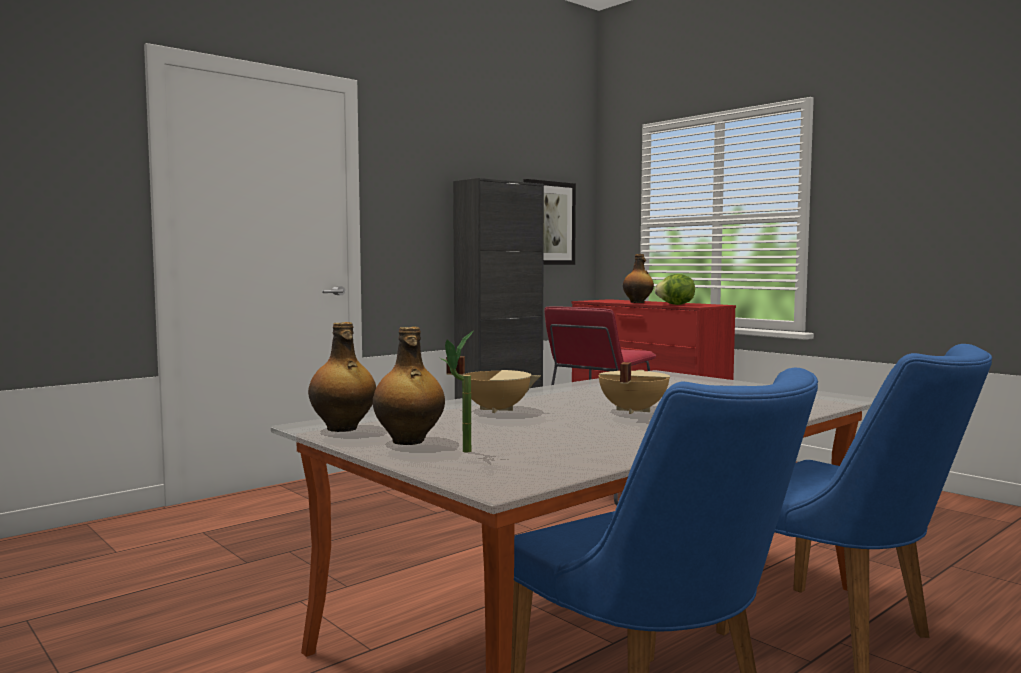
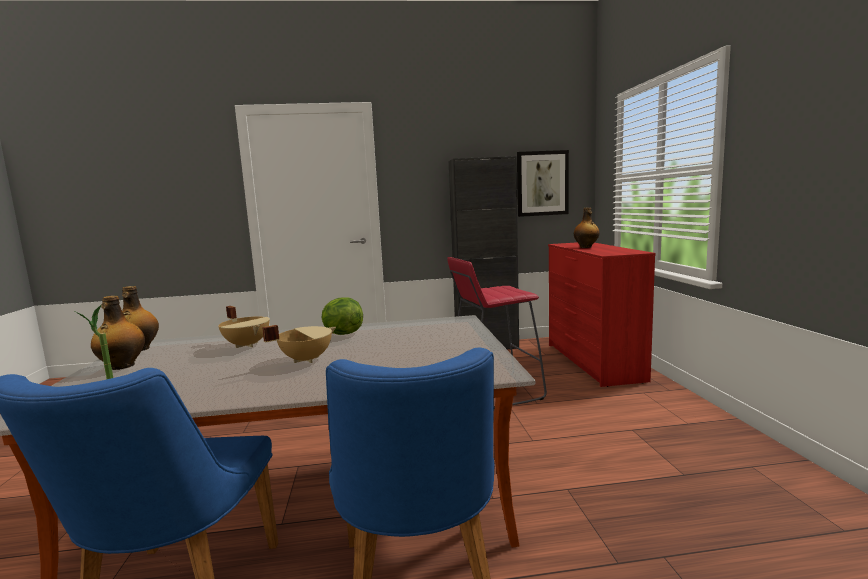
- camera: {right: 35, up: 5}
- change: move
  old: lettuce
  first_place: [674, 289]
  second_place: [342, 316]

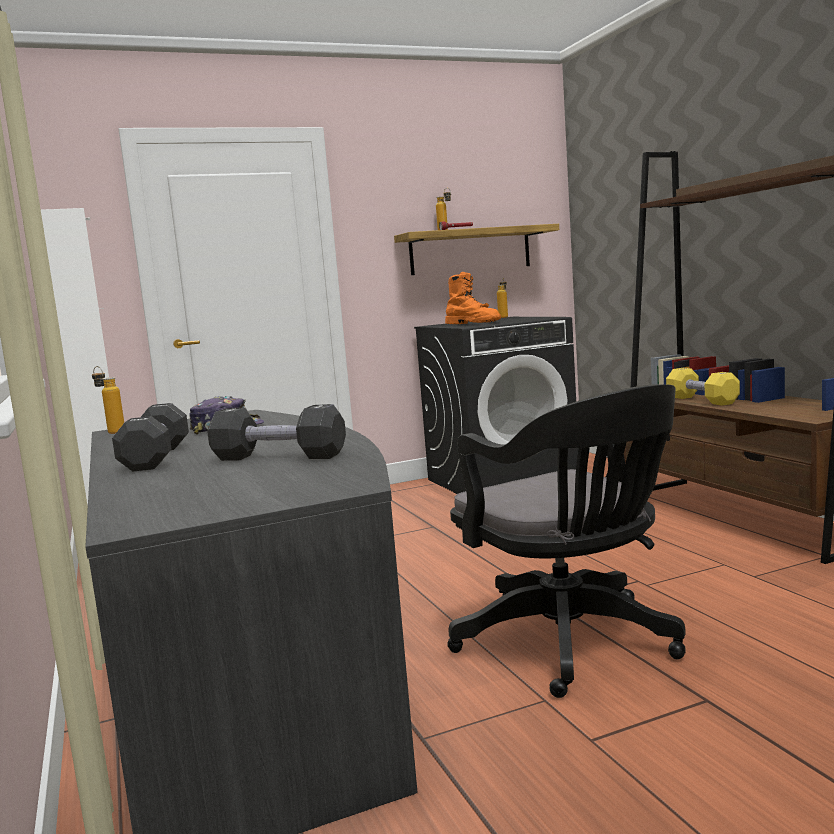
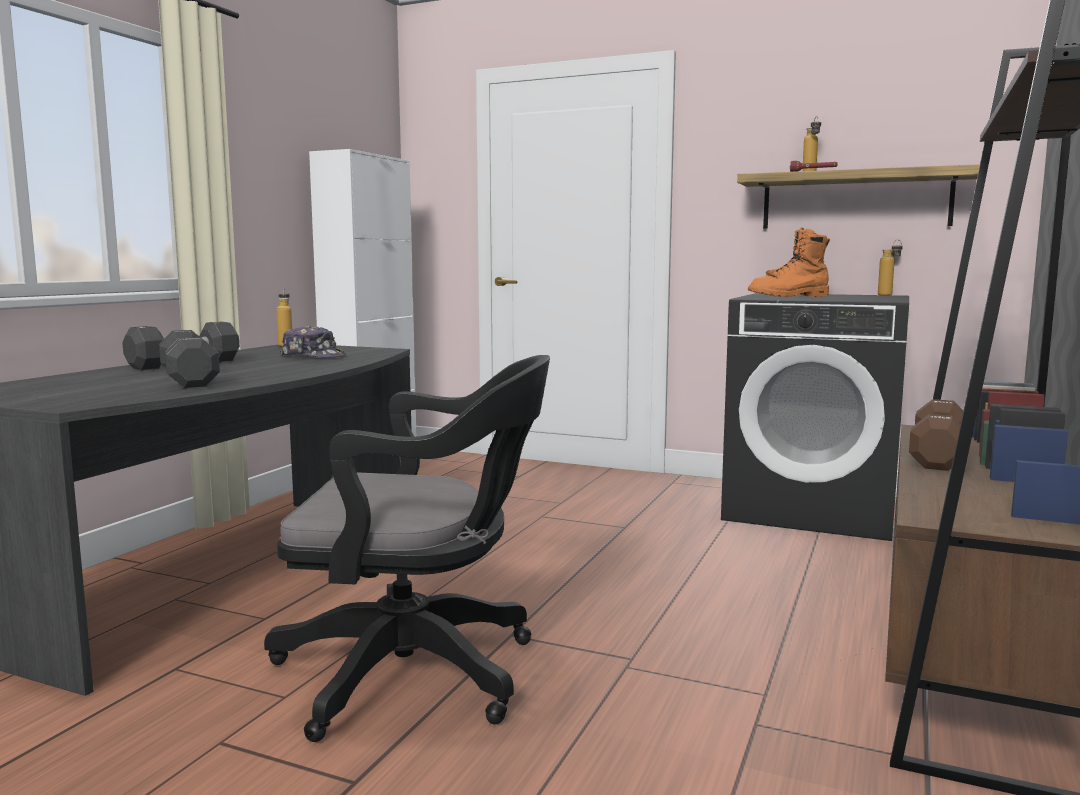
- camera: {right: 45, up: 0}
- change: rotate
  old: blackish office chair
  first_place: [566, 541]
  second_place: [407, 548]
  degrees: -105
- change: rotate
  old: orangey high-top boot
  first_place: [473, 298]
  second_place: [789, 262]
  degrees: 75
- change: recolor
  old: yellow-coloured free weight
  new: brown-coloured free weight
  first_place: [703, 387]
  second_place: [936, 435]

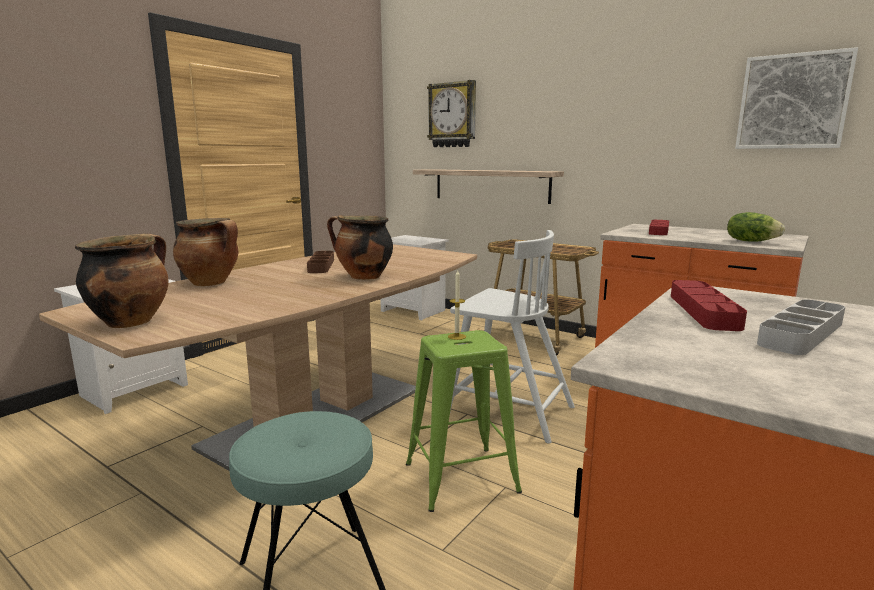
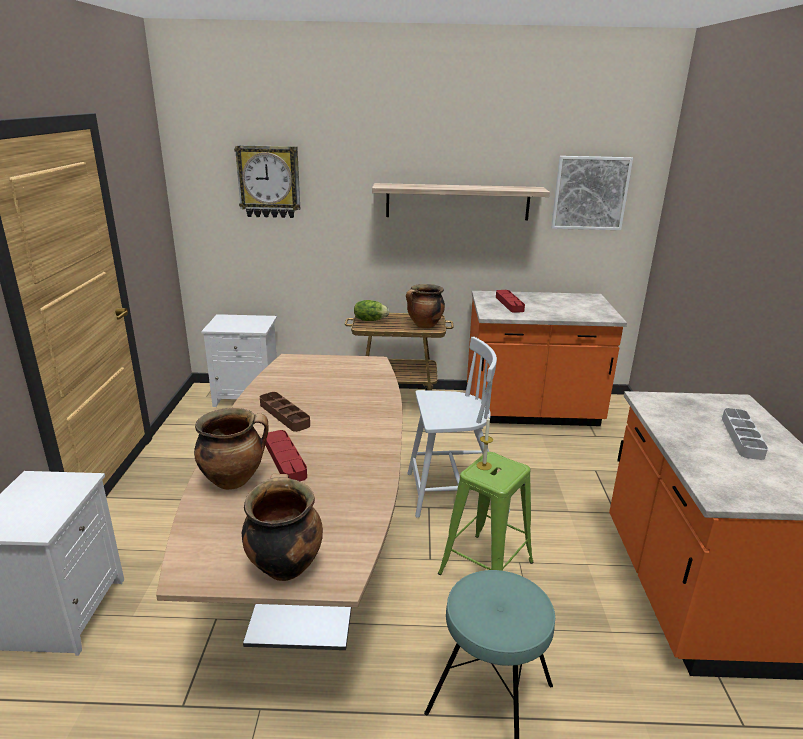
- camera: {right: -35, up: 10}
- change: move
  old: red serving tray
  first_place: [709, 305]
  second_place: [286, 455]
- change: move
  old: lettuce
  first_place: [756, 226]
  second_place: [371, 310]
- change: move
  old: shelf
  first_place: [488, 186]
  second_place: [461, 201]
- change: move
  old: saucepot
  first_place: [360, 247]
  second_place: [425, 306]

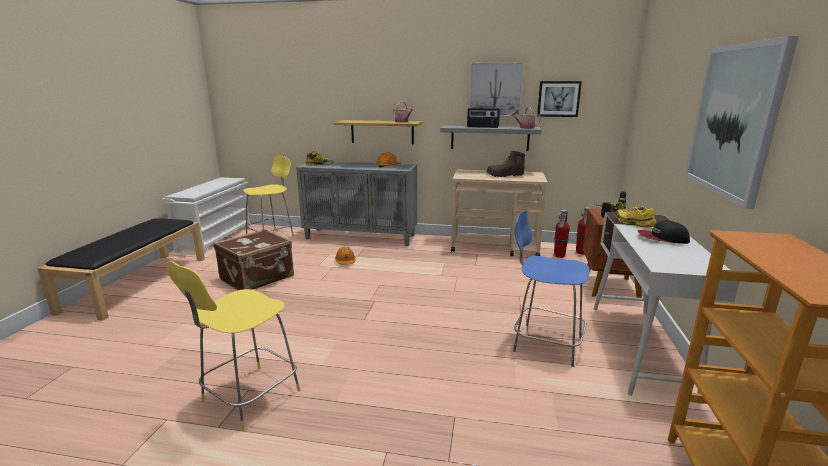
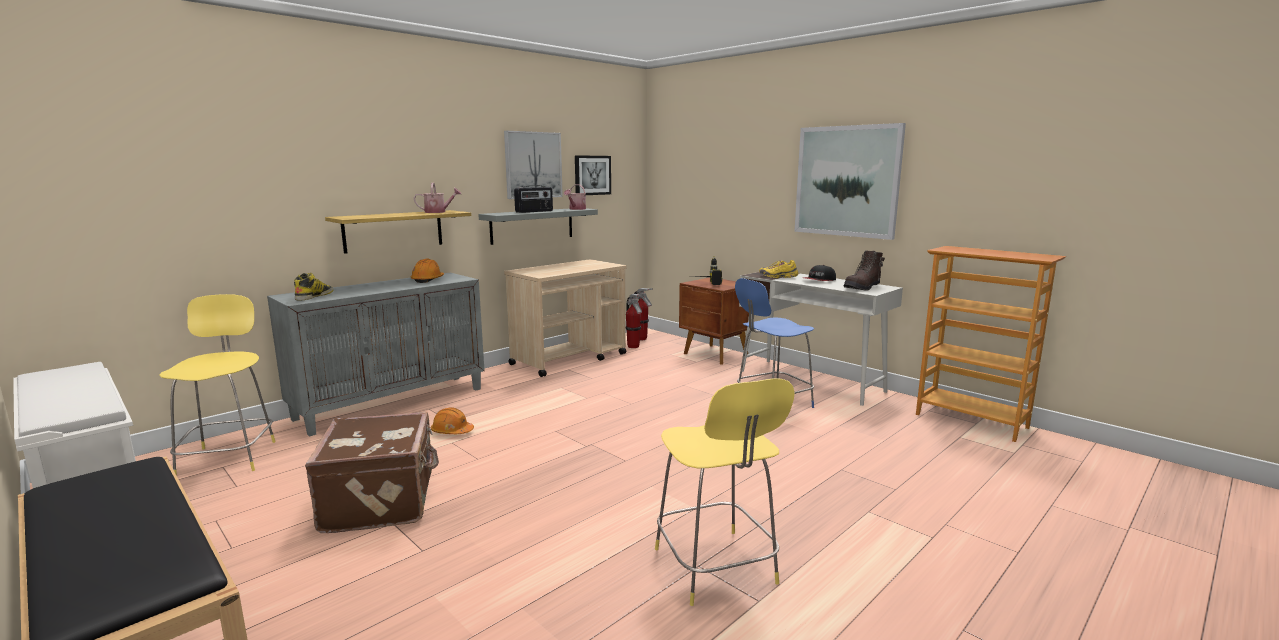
- camera: {right: -55, up: -5}
- change: move
  old: brown-coloured high-top boot
  first_place: [505, 164]
  second_place: [864, 270]

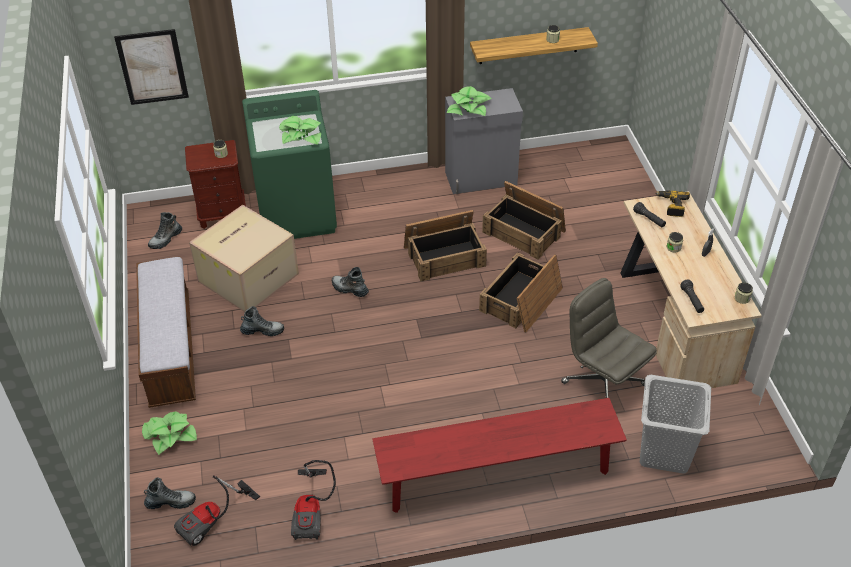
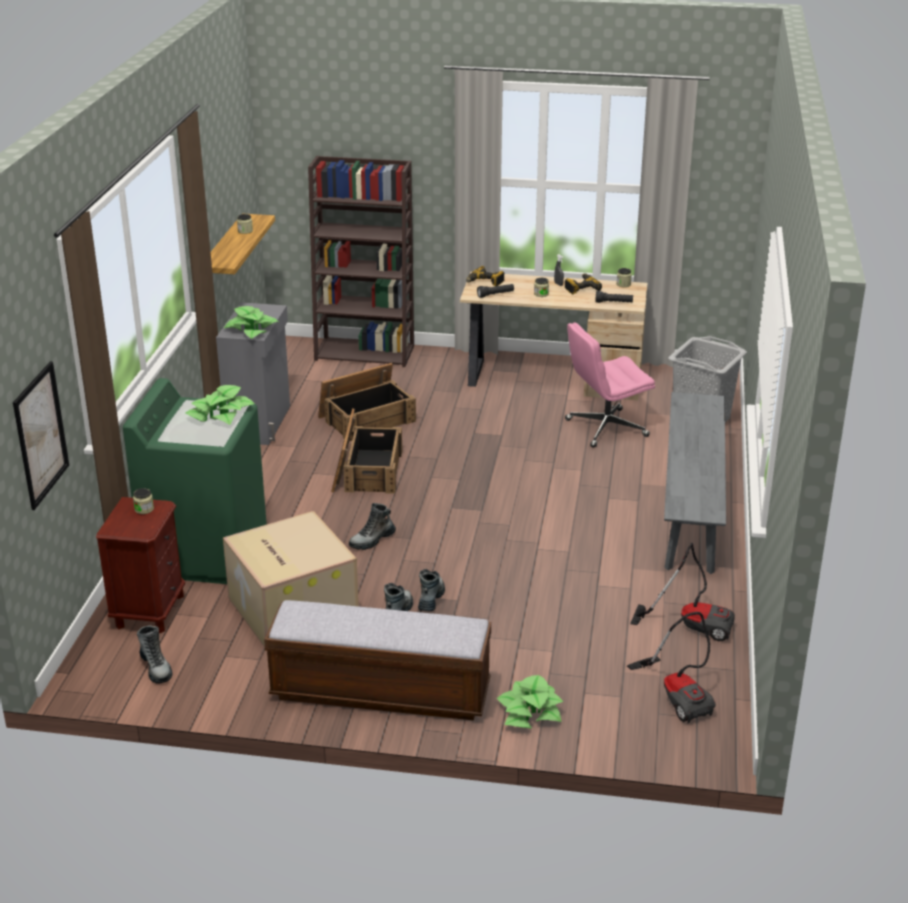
- camera: {right: -70, up: -15}
- change: insert
  new: brown-coloured bookshelf
  second_place: [361, 261]
- change: move
  old: high-top boot
  first_place: [170, 493]
  second_place: [431, 590]
- change: insert
  new: power drill
  second_place: [583, 284]
- change: recolor
  old: greyish office chair
  new: pinkish office chair
  first_place: [609, 338]
  second_place: [610, 385]
- change: recolor
  old: red long seat
  new: greyish long seat
  first_place: [499, 455]
  second_place: [695, 483]
- change: delete
  old: crate
  first_place: [521, 292]

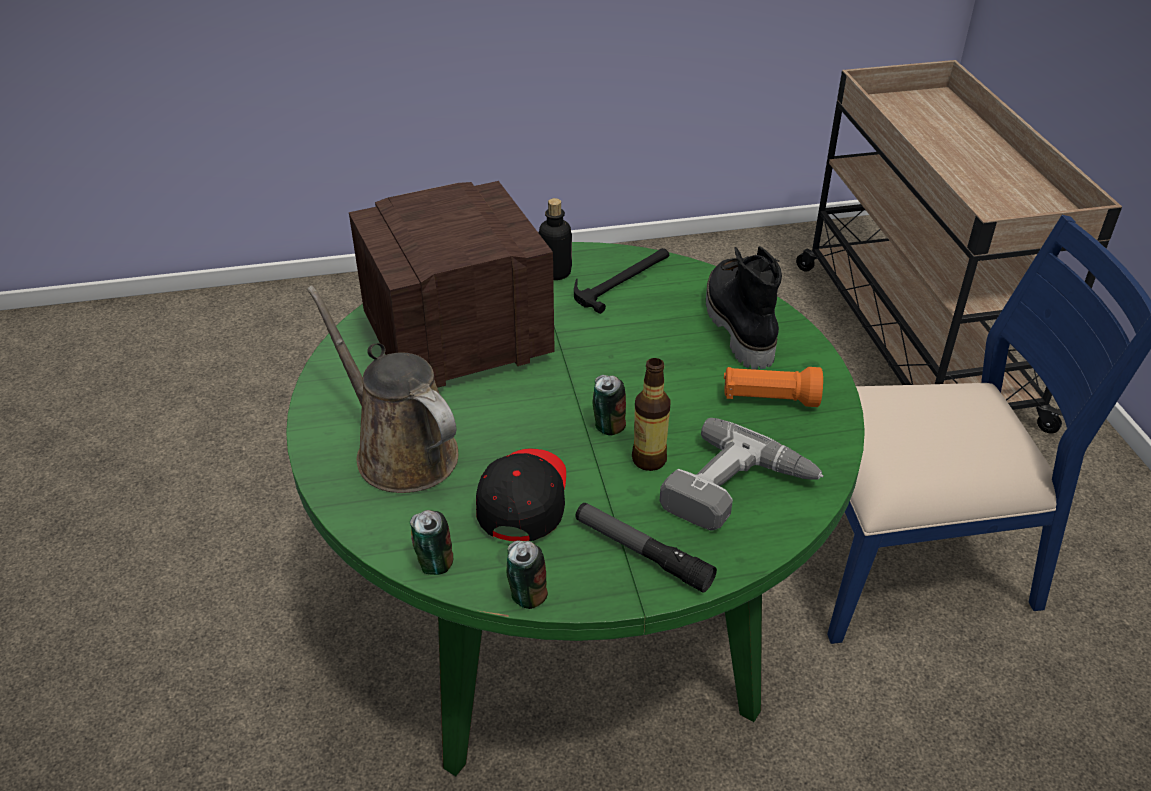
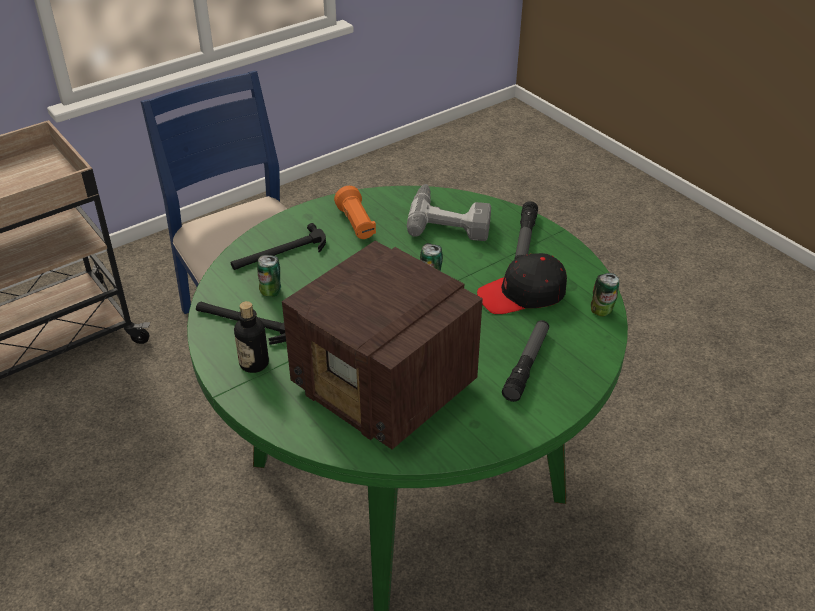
- camera: {right: -115, up: 0}
- change: replace
  old: blackish high-top boot
  new: hammer
  first_place: [744, 308]
  second_place: [278, 246]
- change: move
  old: metal can
  first_place: [527, 575]
  second_place: [269, 275]
- change: replace
  old: brown-coloured sprinkling can
  new: torch
  first_place: [382, 389]
  second_place: [525, 361]
- change: delete
  old: drink bottle
  first_place: [651, 414]

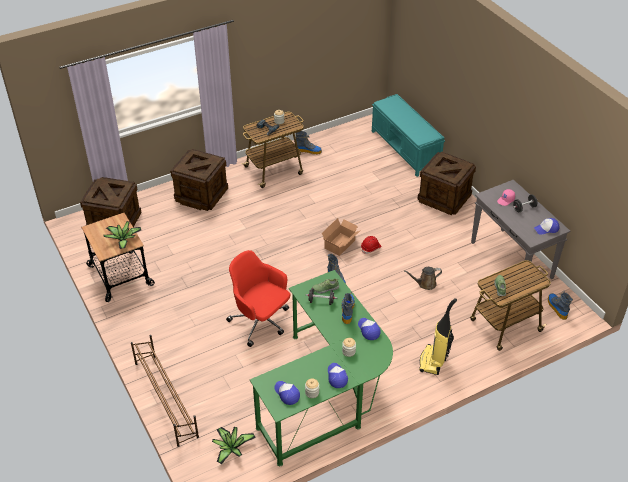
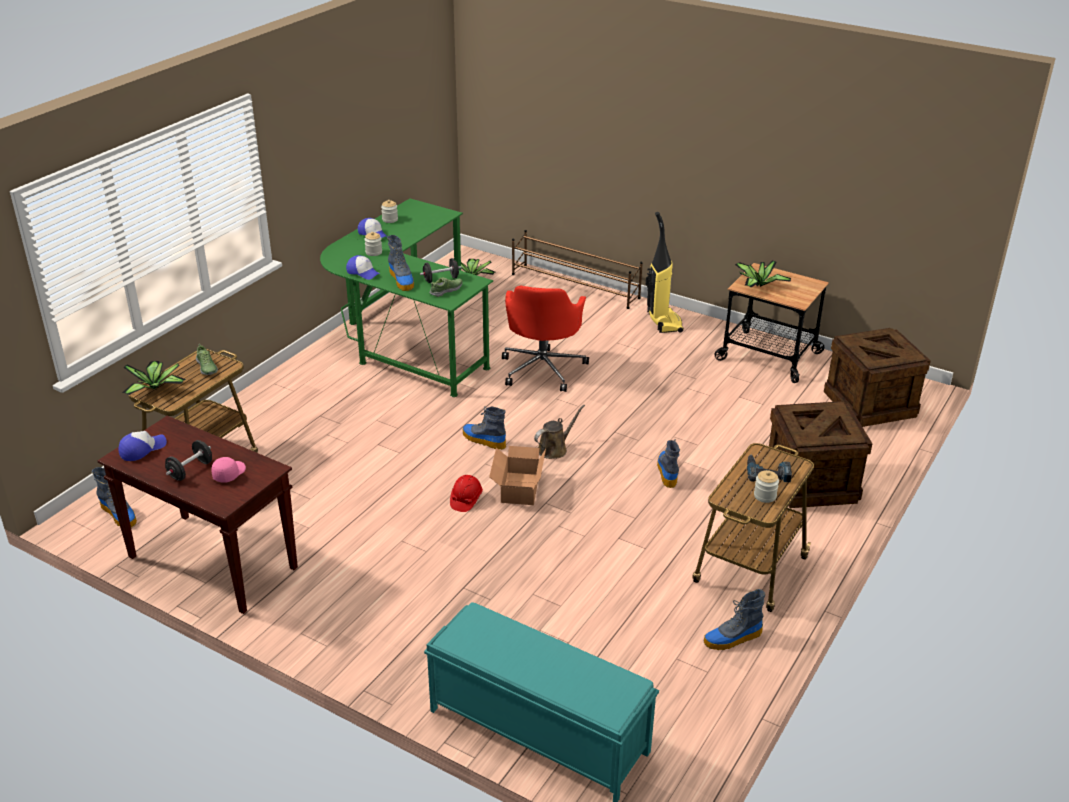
- camera: {right: 150, up: -10}
- change: recolor
  old: greyish hall table
  new: brown-coloured hall table
  first_place: [520, 229]
  second_place: [197, 515]
- change: insert
  new: houseplant
  second_place: [154, 378]
- change: rotate
  old: red office chair
  first_place: [258, 298]
  second_place: [545, 339]
  degrees: 90
- change: move
  old: brown-coloured sprinkling can
  first_place: [423, 278]
  second_place: [559, 432]
- change: move
  old: vacuum cleaner
  first_place: [438, 336]
  second_place: [665, 272]
- change: insert
  new: high-top boot
  second_place: [668, 463]
- change: delete
  old: baseball cap
  first_place: [287, 393]
- change: delete
  old: crate
  first_place: [447, 183]

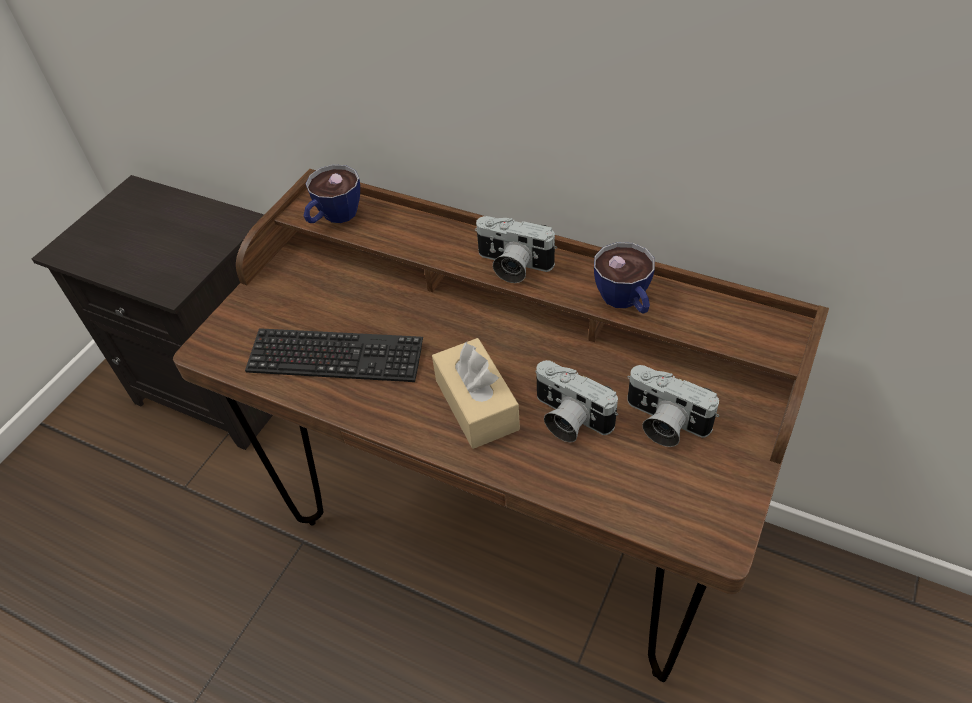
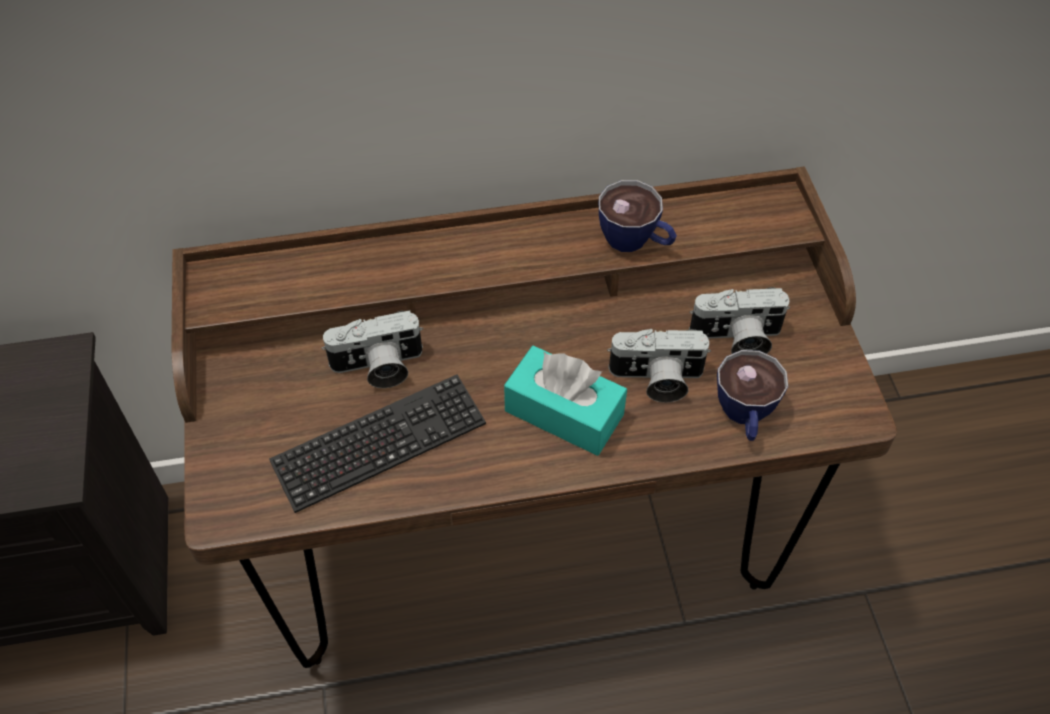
- camera: {right: -40, up: 5}
- change: move
  old: still camera
  first_place: [516, 249]
  second_place: [372, 349]
- change: recolor
  old: beige-coloured tissue holder
  new: turquoise-coloured tissue holder
  first_place: [476, 393]
  second_place: [565, 401]
- change: move
  old: small cup
  first_place: [332, 194]
  second_place: [752, 395]

